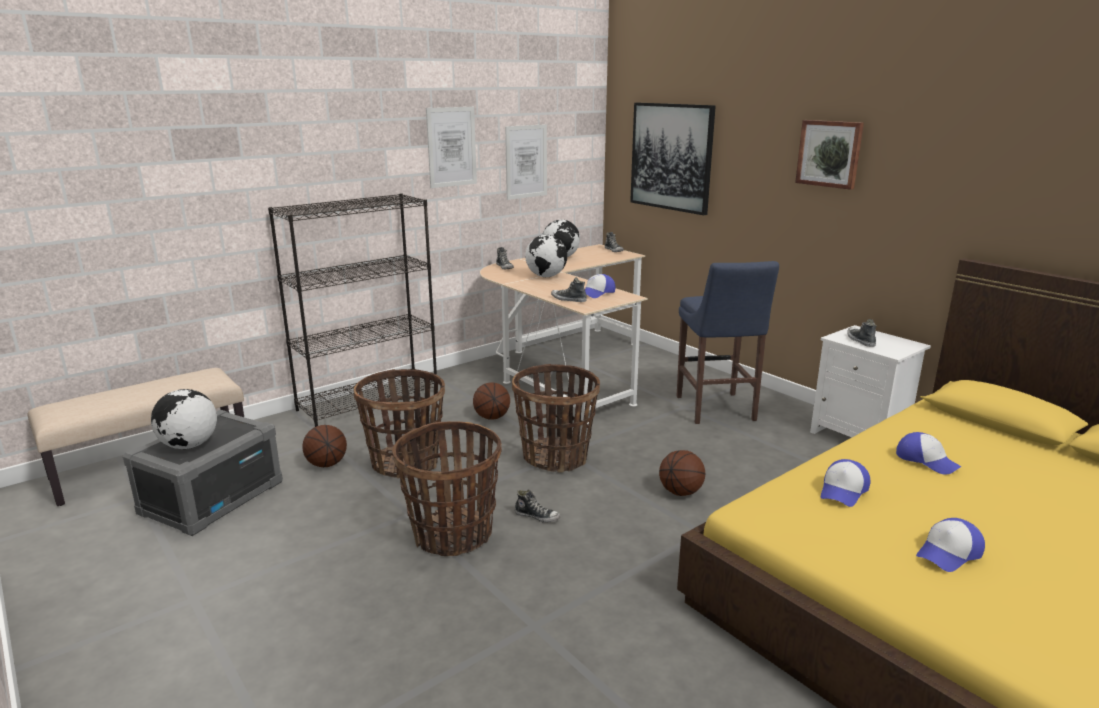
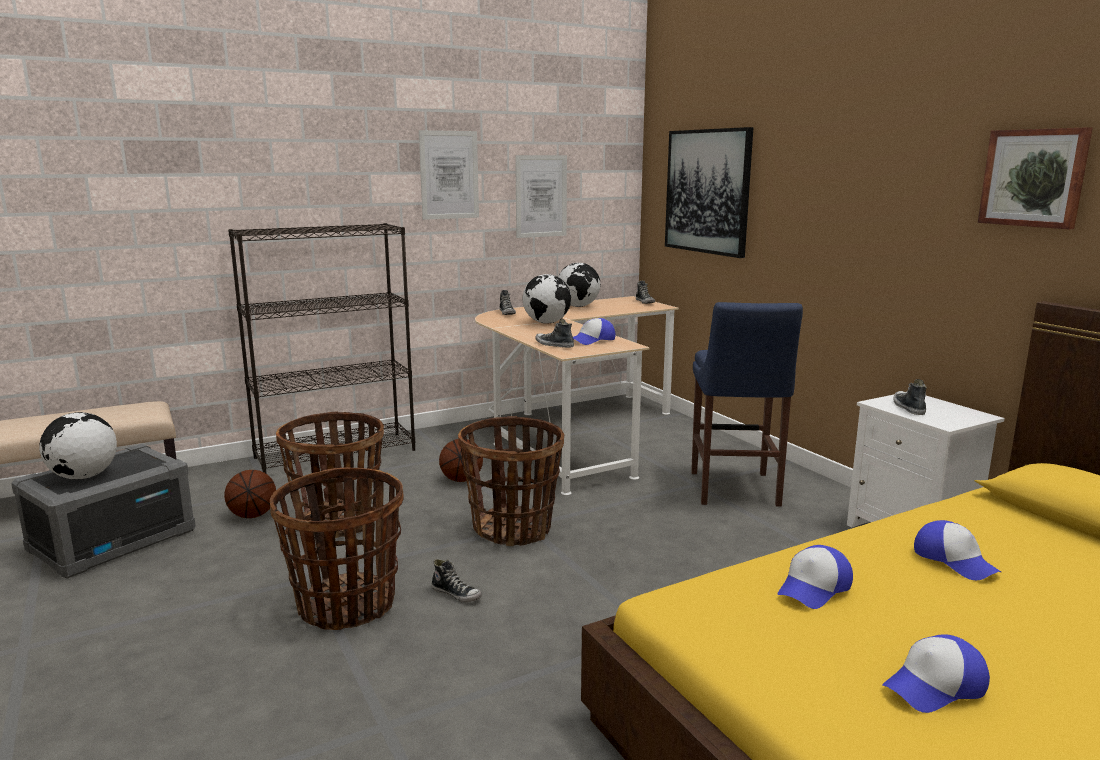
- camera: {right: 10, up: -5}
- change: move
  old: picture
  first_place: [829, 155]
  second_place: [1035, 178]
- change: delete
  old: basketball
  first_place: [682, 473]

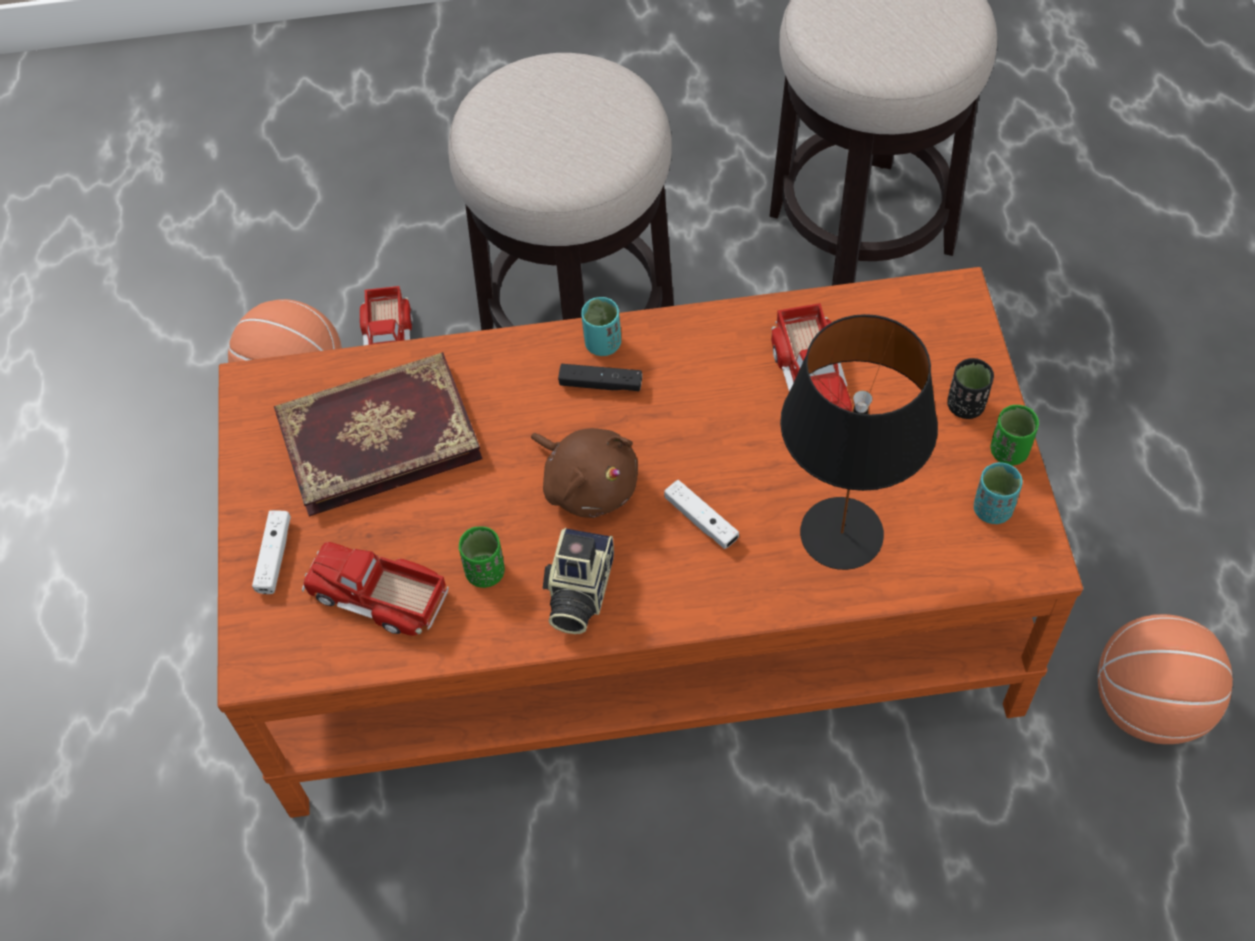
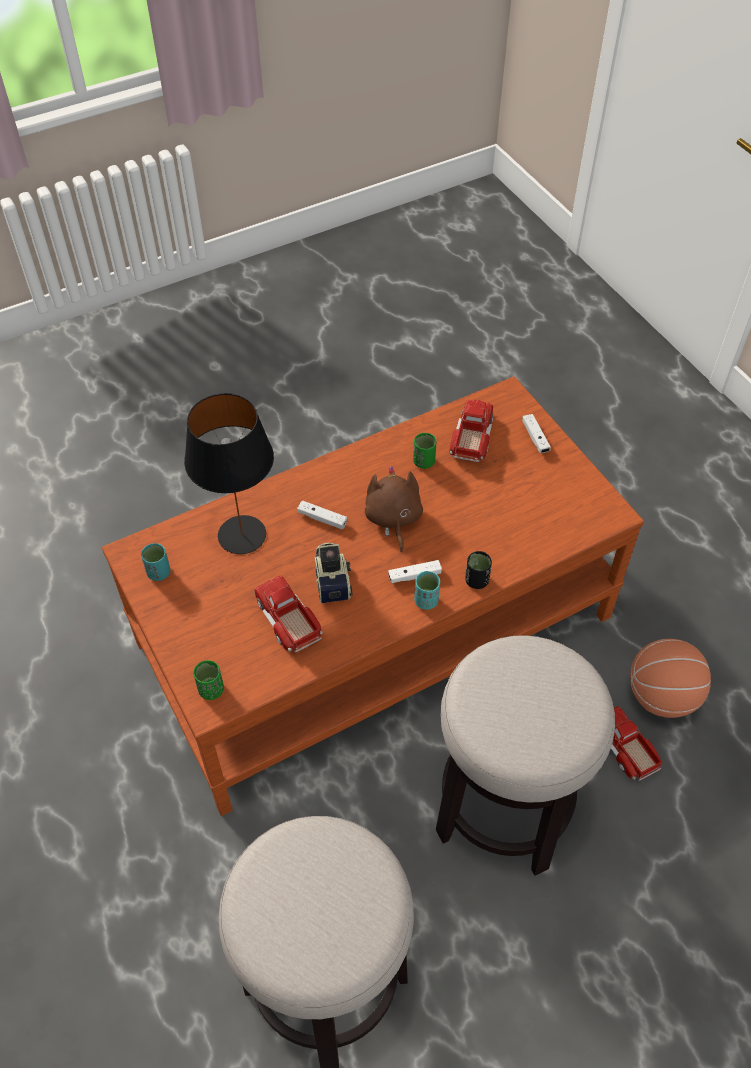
- camera: {right: 155, up: -5}
- change: move
  old: greenish small cup
  first_place: [1014, 435]
  second_place: [208, 680]
- change: move
  old: still camera
  first_place: [578, 581]
  second_place: [334, 573]
- change: rotate
  old: brown-coloured cuddly toy
  first_place: [584, 473]
  second_place: [394, 509]
  degrees: 60
- change: recolor
  old: blackish joypad
  new: white joypad
  first_place: [600, 377]
  second_place: [415, 571]
- change: rotate
  old: model truck
  first_place: [375, 589]
  second_place: [471, 431]
  degrees: -75
- change: move
  old: blackish small cup
  first_place: [970, 388]
  second_place: [478, 570]
- change: delete
  old: book
  first_place: [378, 434]
- change: delete
  old: basketball
  first_place: [1165, 679]

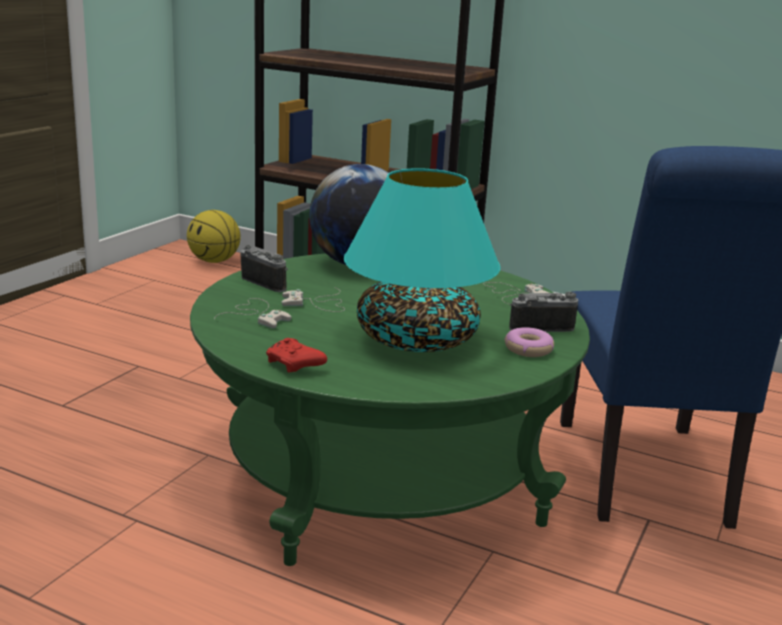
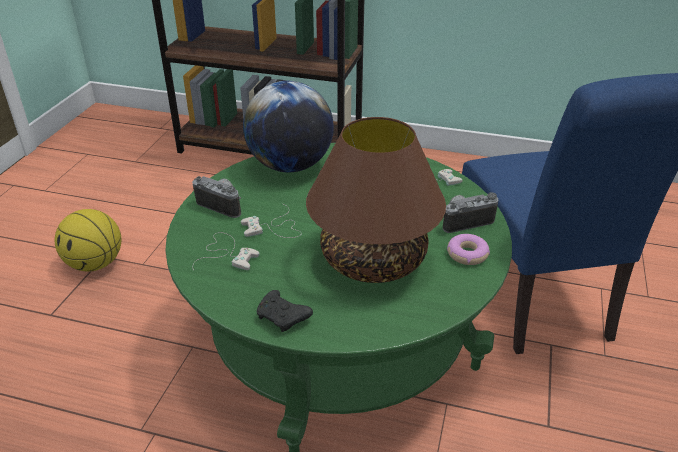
- camera: {right: -10, up: 15}
- change: move
  old: basketball
  first_place: [214, 236]
  second_place: [88, 240]
- change: recolor
  old: red joypad
  new: blackish joypad
  first_place: [296, 355]
  second_place: [284, 311]
- change: recolor
  old: turquoise-coloured tabletop lamp
  new: brown-coloured tabletop lamp
  first_place: [422, 260]
  second_place: [376, 200]

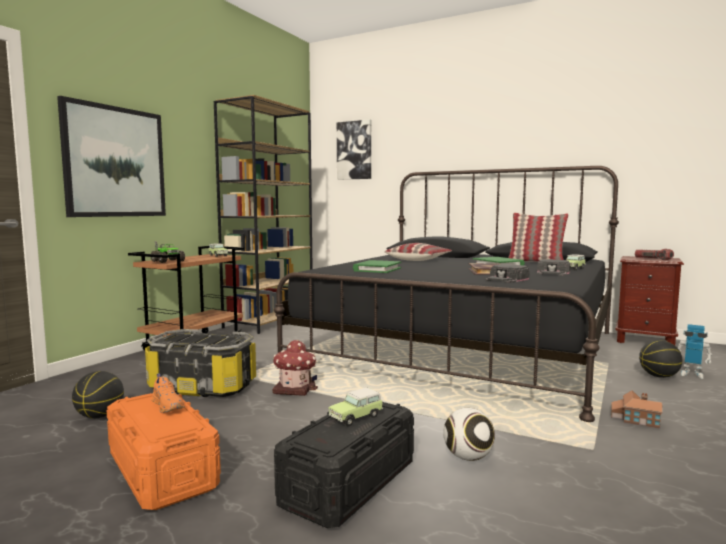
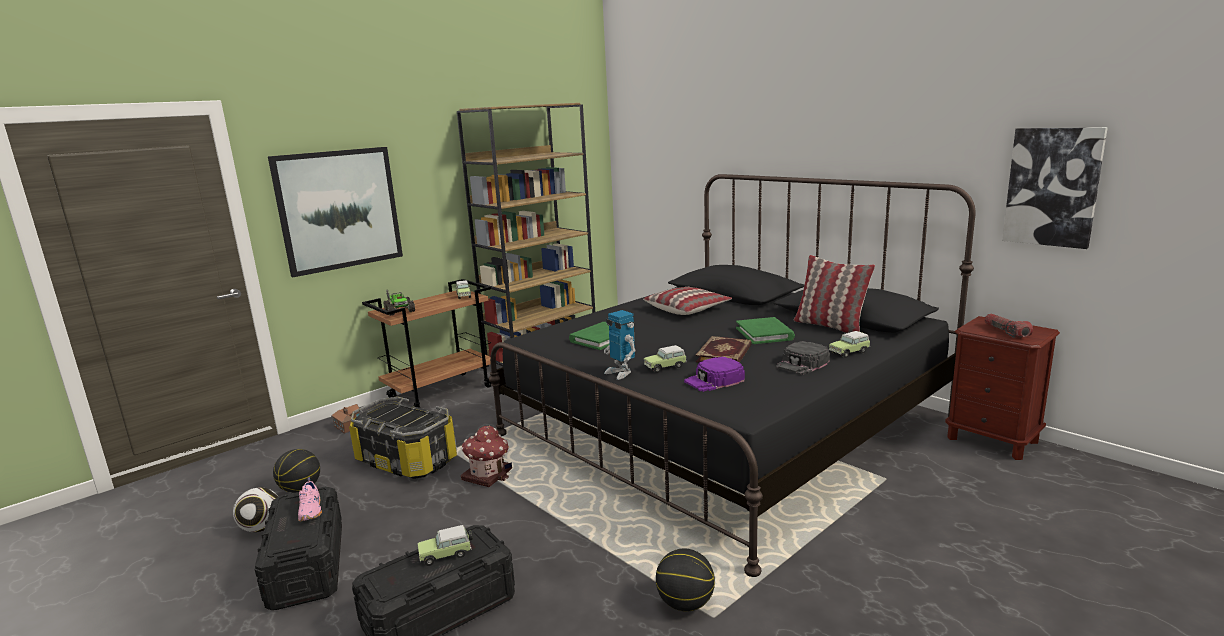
- camera: {right: 20, up: 10}
- change: move
  old: football
  first_place: [469, 434]
  second_place: [255, 509]
- change: recolor
  old: orangey storage container
  new: blackish storage container
  first_place: [163, 451]
  second_place: [298, 548]
- change: recolor
  old: orangey item of footwear
  new: pinkish item of footwear
  first_place: [168, 393]
  second_place: [310, 499]
- change: move
  old: miniature house
  first_place: [636, 409]
  second_place: [345, 419]
- change: move
  old: toy robot
  first_place: [695, 351]
  second_place: [620, 345]
- change: insert
  new: model car
  second_place: [665, 359]
- change: move
  old: basketball
  first_place: [661, 359]
  second_place: [685, 580]
- change: recolor
  old: blackish baseball cap
  new: purple-coloured baseball cap
  first_place: [507, 273]
  second_place: [714, 374]
- change: move
  old: picture
  first_place: [354, 149]
  second_place: [1055, 188]

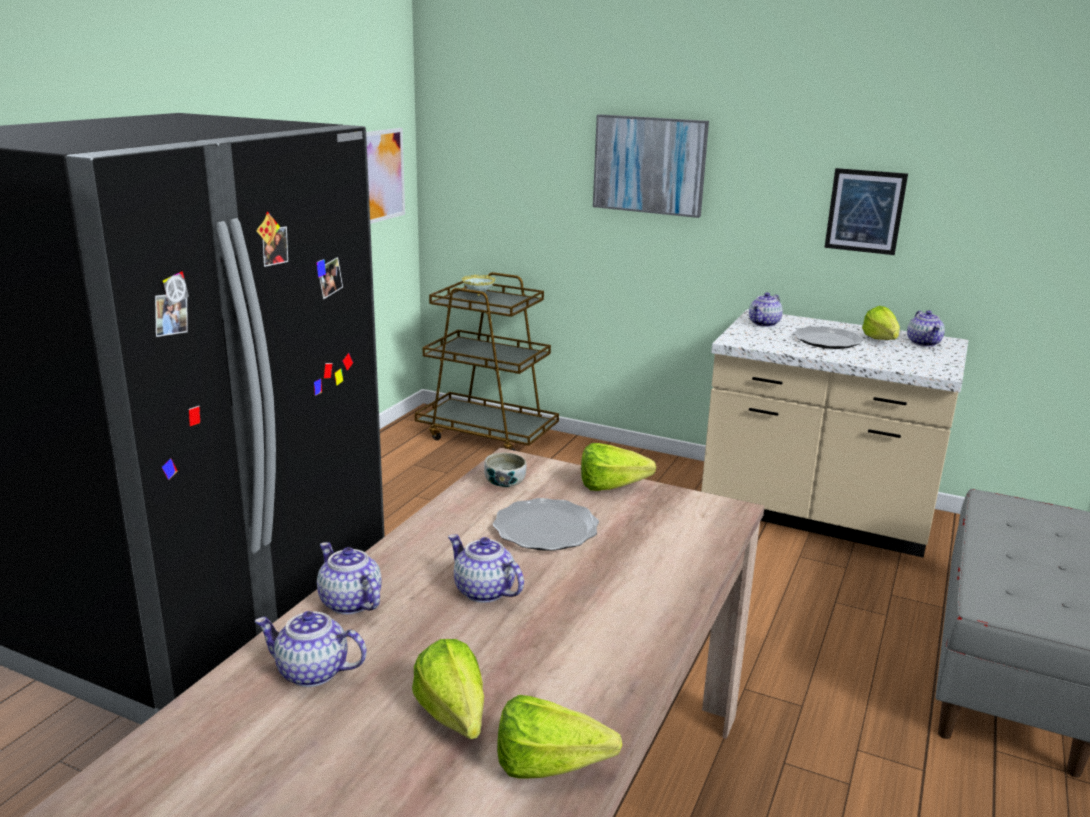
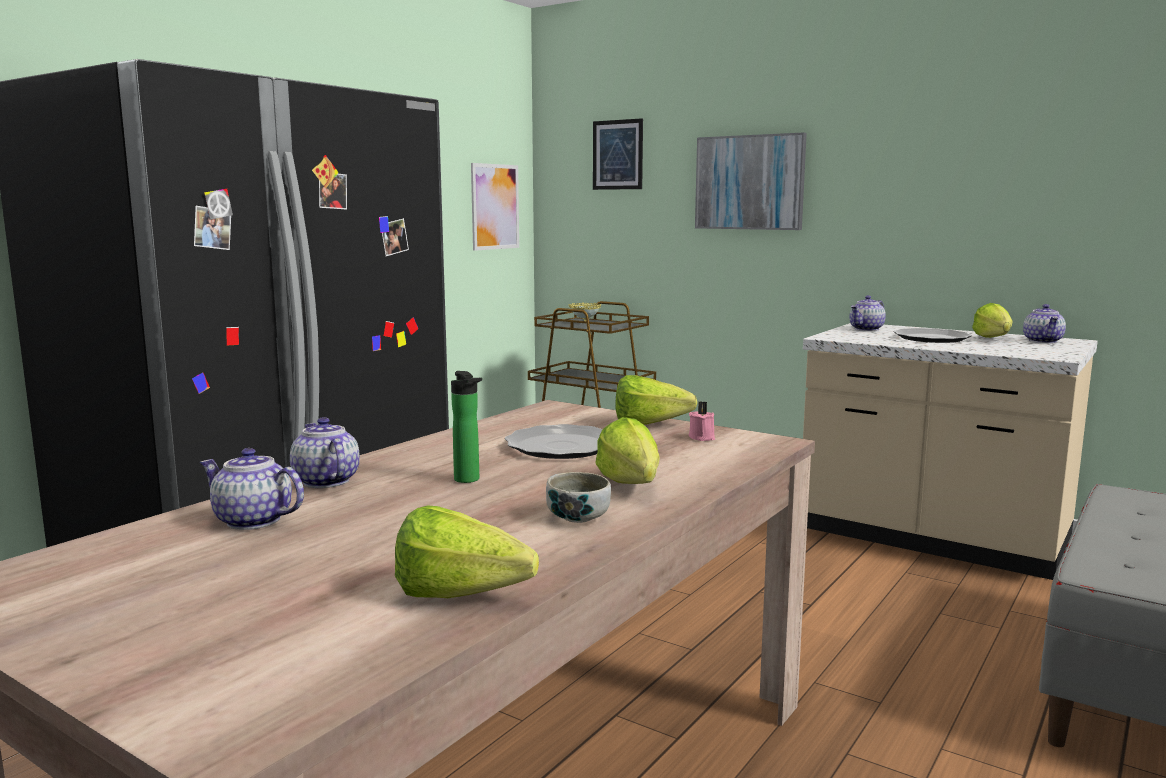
- camera: {right: 10, up: -10}
- change: replace
  old: tea pot
  new: drink bottle
  first_place: [486, 568]
  second_place: [466, 427]
- change: move
  old: deep dish
  first_place: [505, 470]
  second_place: [578, 497]
- change: move
  old: picture
  first_place: [866, 211]
  second_place: [618, 154]
- change: move
  old: lettuce
  first_place: [448, 689]
  second_place: [627, 450]
- change: insert
  new: pinkish wax candle
  second_place: [702, 421]

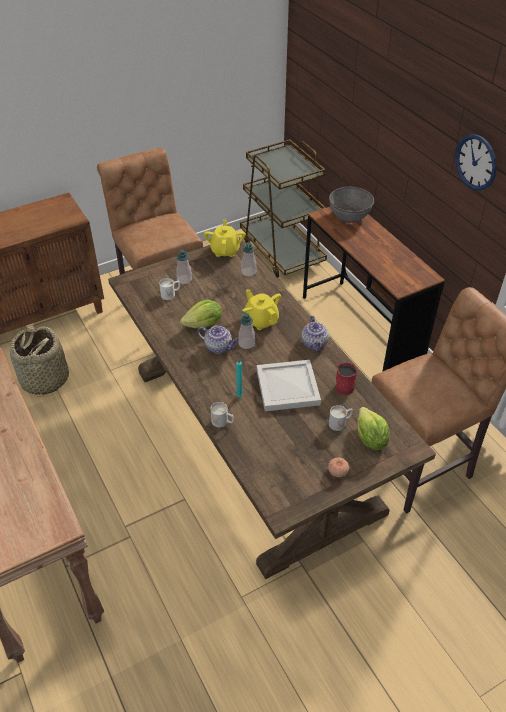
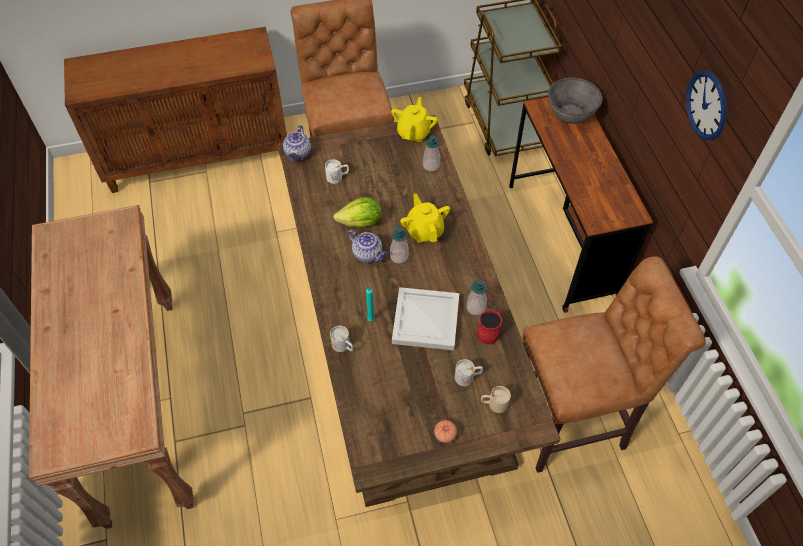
- camera: {right: 15, up: 10}
- change: move
  old: tea pot
  first_place: [315, 333]
  second_place: [297, 143]
- change: move
  old: liquid soap bottle
  first_place: [184, 267]
  second_place: [476, 297]
- change: replace
  old: lettuce
  new: beige-coloured mug
  first_place: [374, 428]
  second_place: [496, 399]
- change: delete
  old: basket
  first_place: [39, 361]

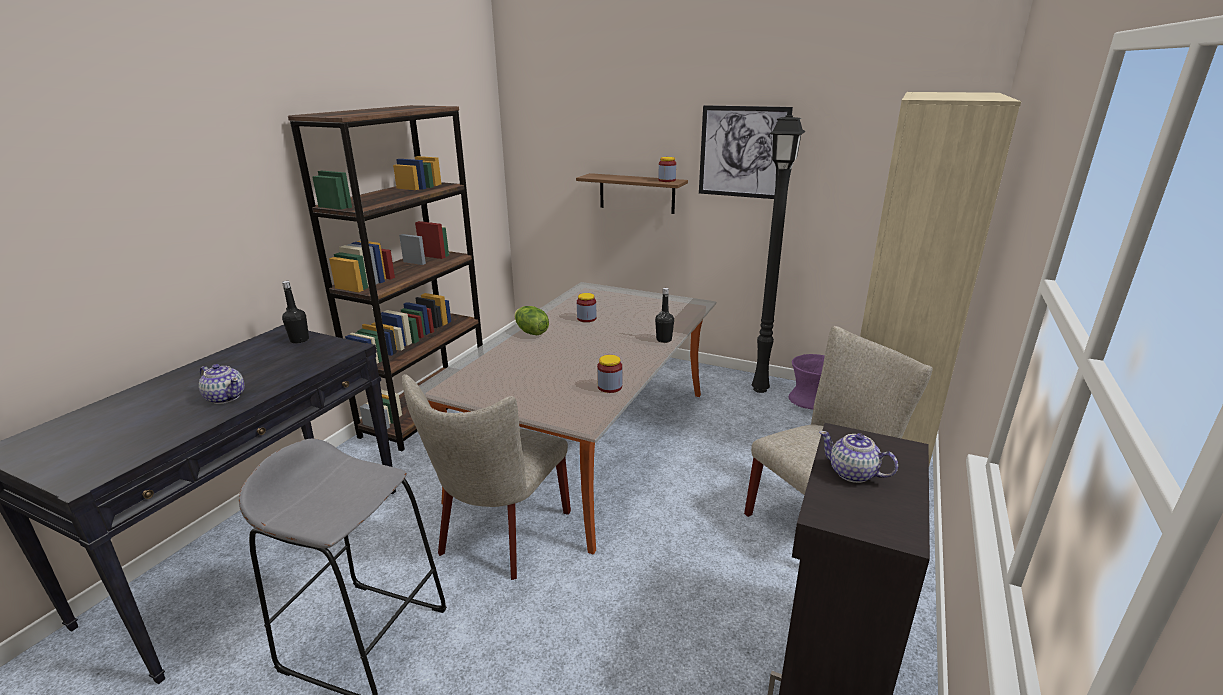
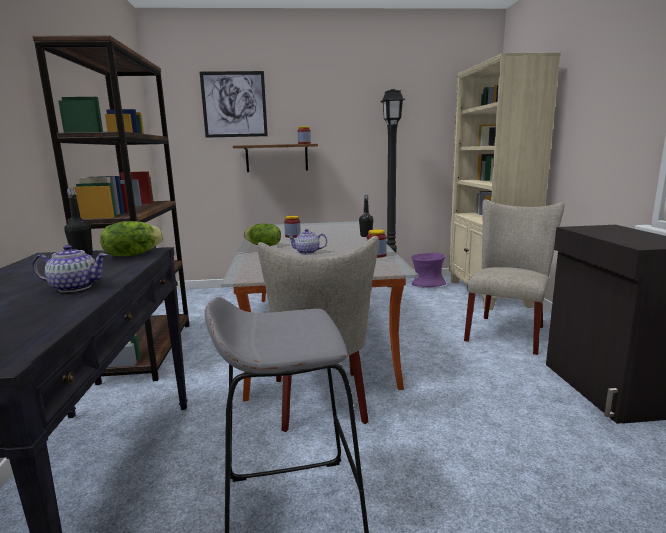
- camera: {right: -30, up: -10}
- change: insert
  new: lettuce
  second_place: [132, 238]
- change: move
  old: picture
  first_place: [746, 152]
  second_place: [234, 104]
- change: move
  old: tea pot
  first_place: [858, 457]
  second_place: [307, 241]

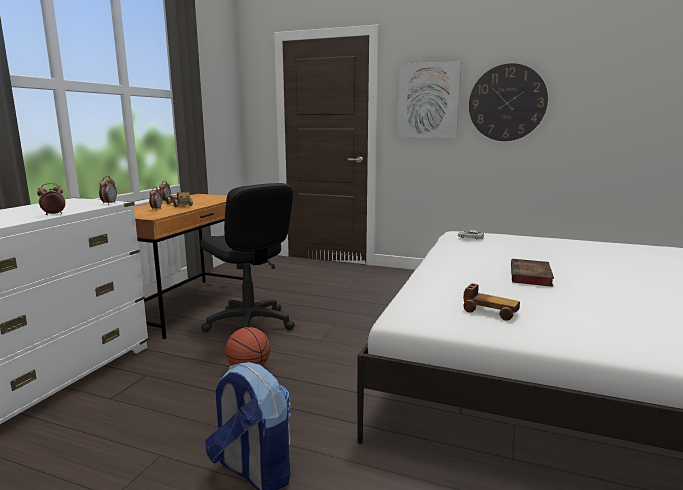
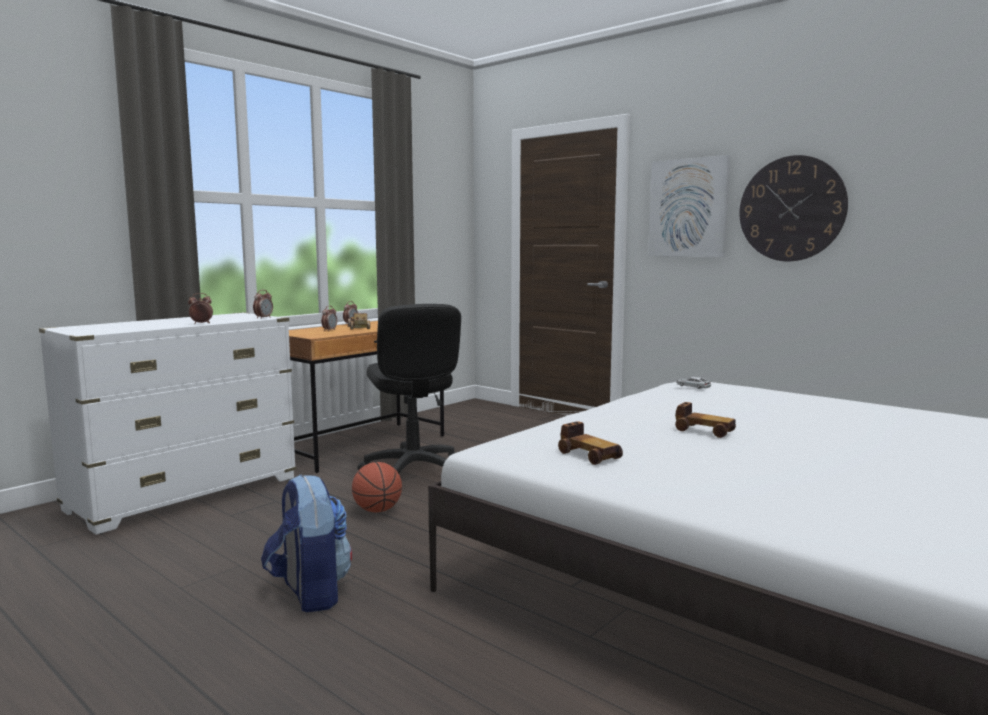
- camera: {right: 20, up: -5}
- change: replace
  old: book
  new: model car
  first_place: [532, 273]
  second_place: [705, 420]

